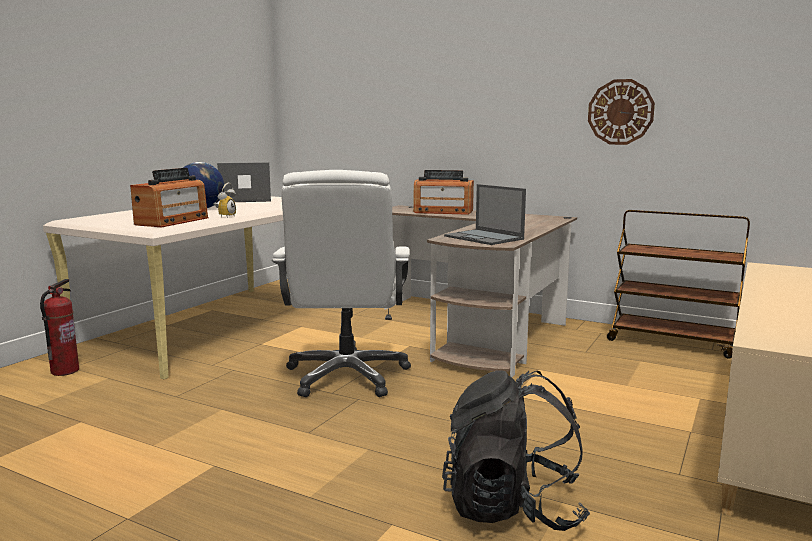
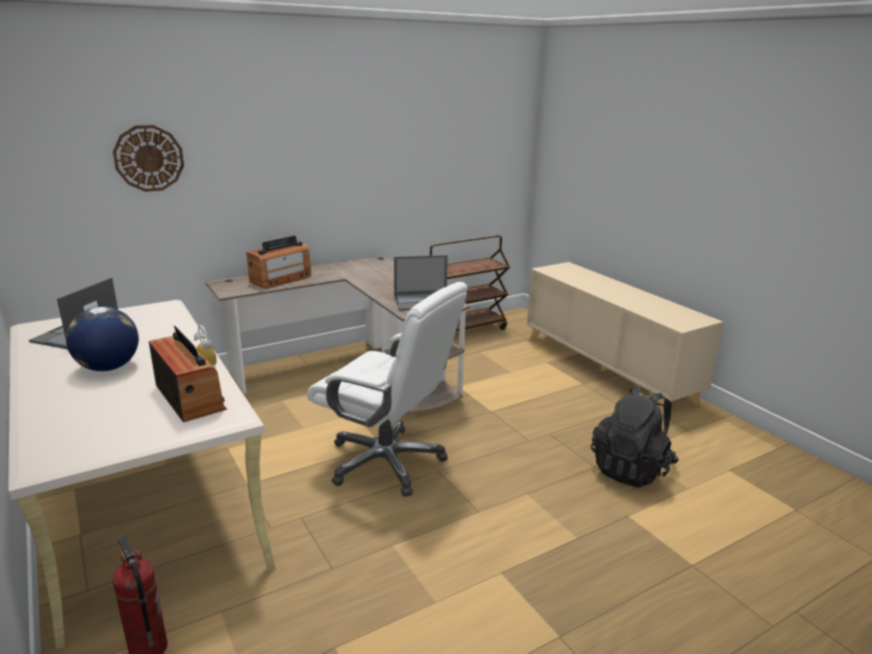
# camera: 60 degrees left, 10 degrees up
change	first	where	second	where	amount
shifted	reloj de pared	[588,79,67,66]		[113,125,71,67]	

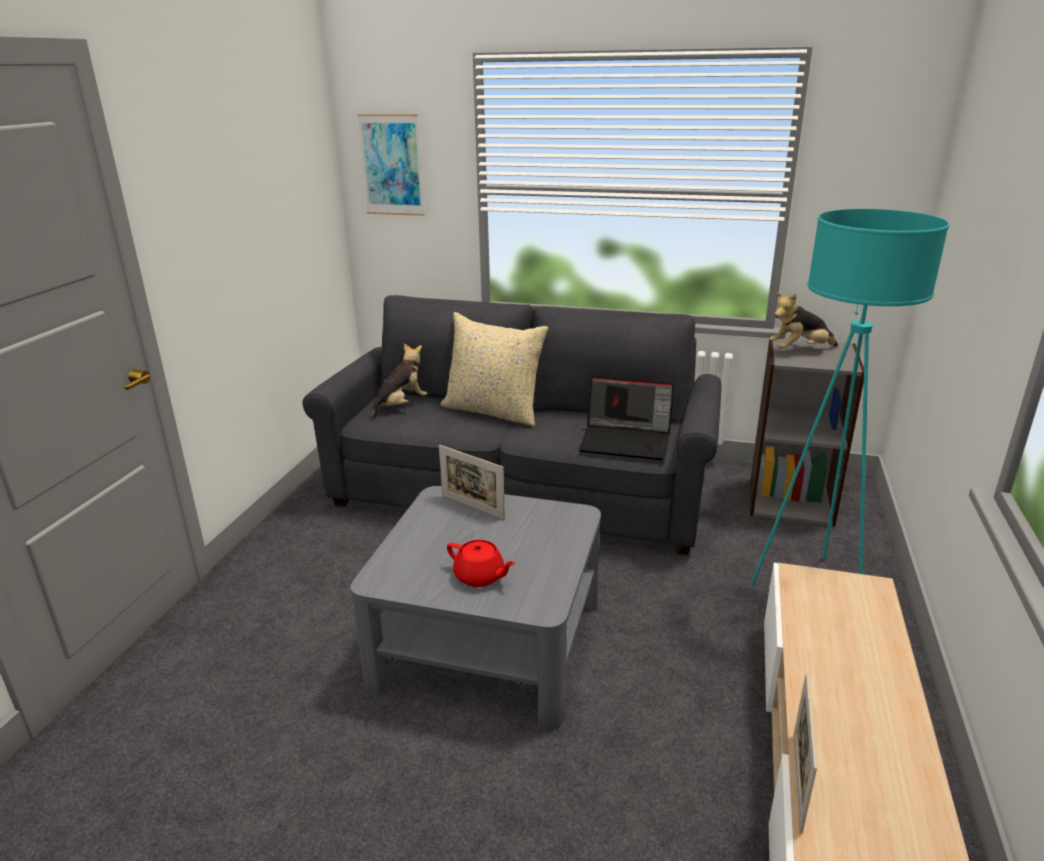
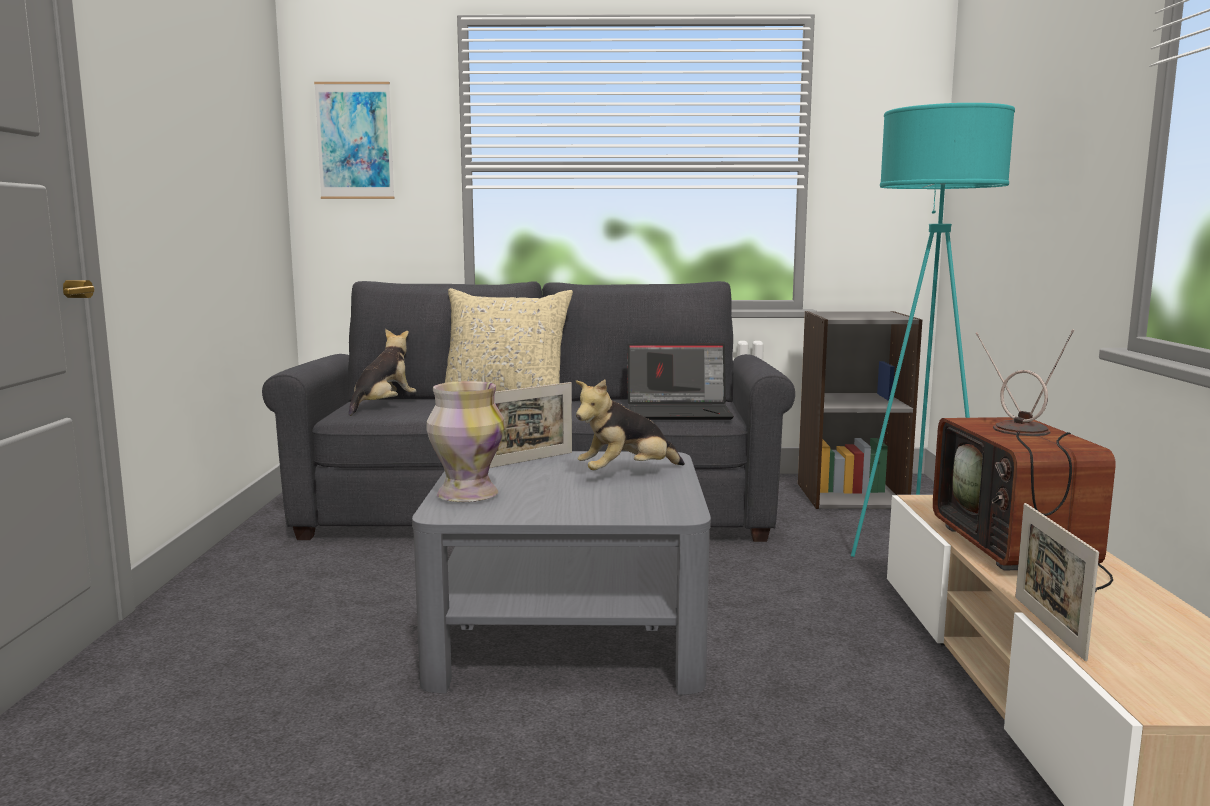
# camera: 15 degrees left, 15 degrees down
change	first	where	second	where	amount
new			florero	[426,381,79,121]	
rotated	portarretratos	[439,445,66,74]		[490,382,82,86]	60 degrees counterclockwise
shifted	peluche	[769,292,69,56]		[576,380,109,90]	
new			televisor	[933,329,183,263]	
gone	tetera (rojo)	[447,540,68,47]			

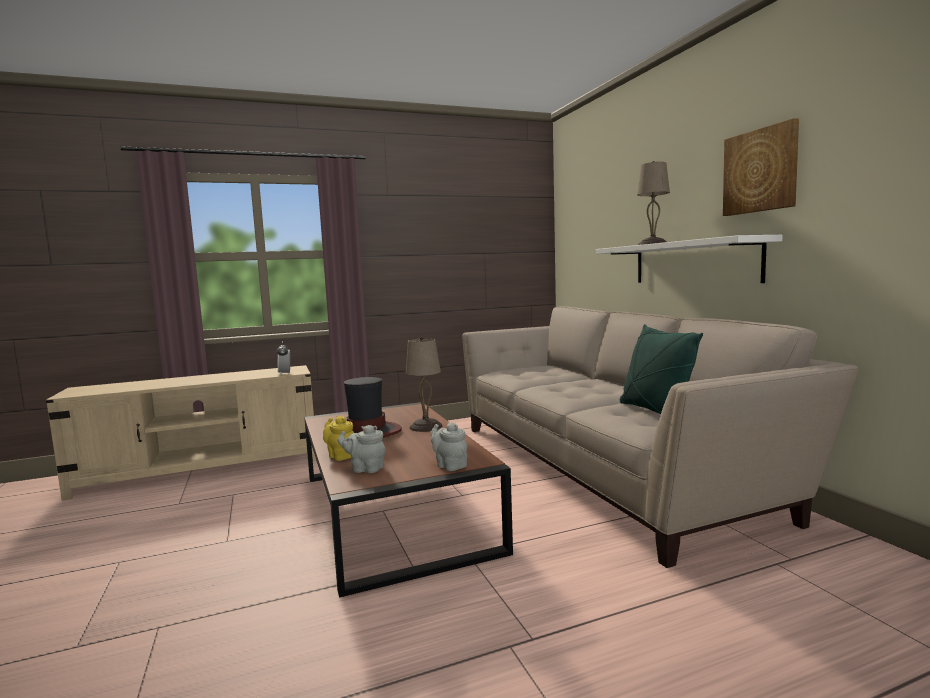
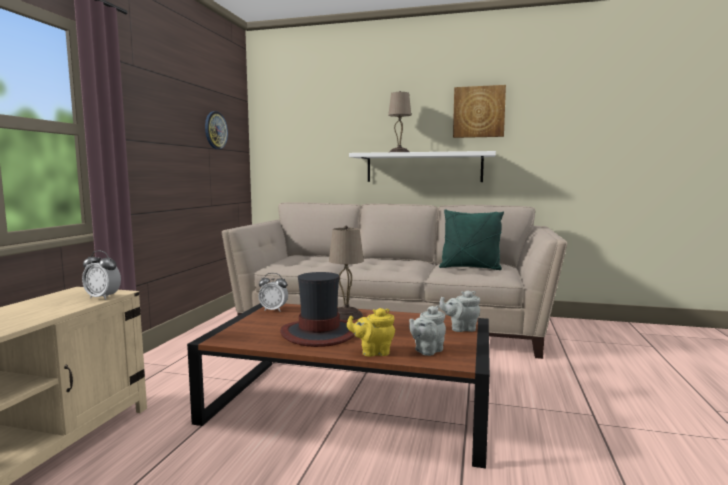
# camera: 55 degrees left, 0 degrees up
change	first	where	second	where	amount
new			reloj de pared	[205,111,23,38]	
new			despertador	[258,273,30,39]	

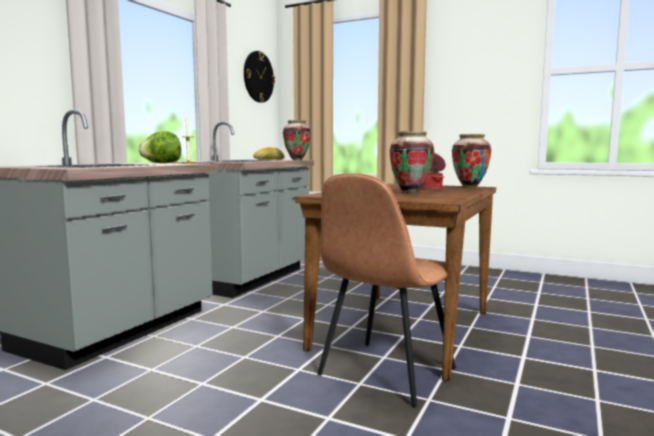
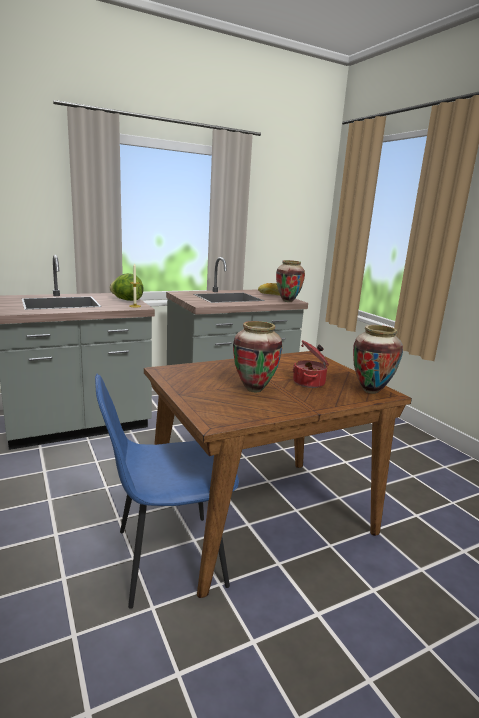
# camera: 35 degrees right, 10 degrees up
change	first	where	second	where	amount
repainted	silla (marrón)	[318,173,138,234]	silla (azul)	[95,374,144,235]	
gone	reloj de pared	[244,51,31,52]			

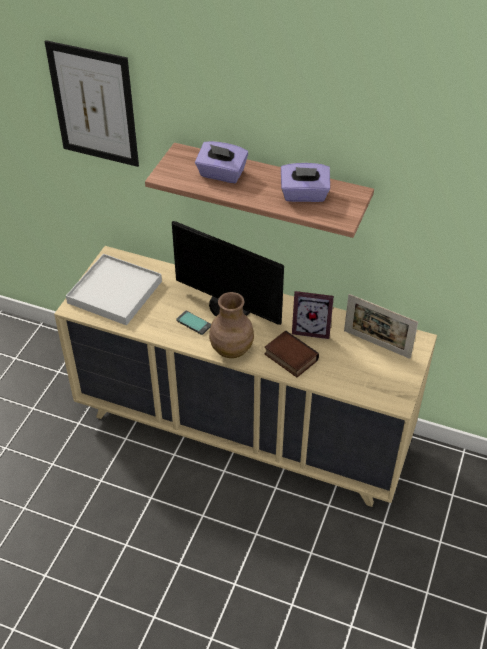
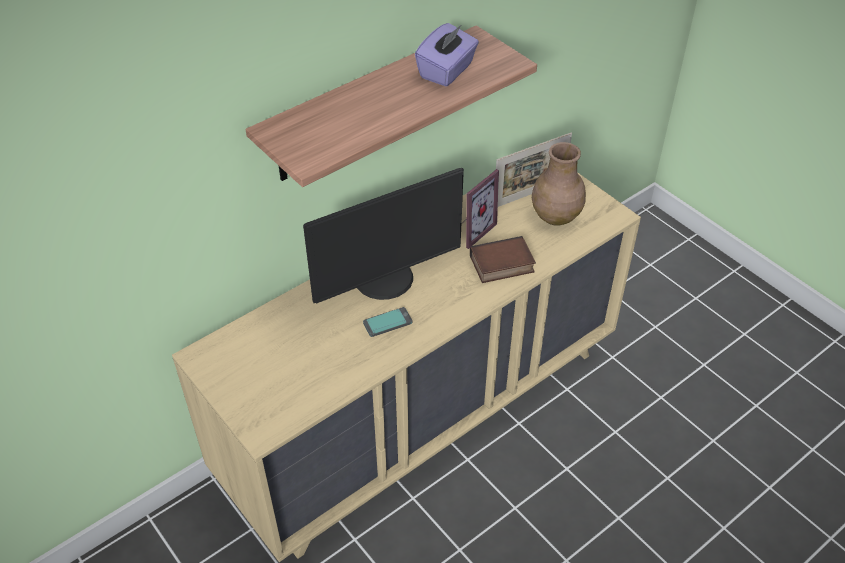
# camera: 60 degrees left, 0 degrees up
change	first	where	second	where	amount
shifted	florero (marrón)	[209,292,45,66]		[532,142,54,84]	
gone	cuadro	[45,40,94,127]			
gone	bandeja (blanco)	[66,254,96,72]			
gone	caja de pañuelos (morado)	[195,141,53,42]			

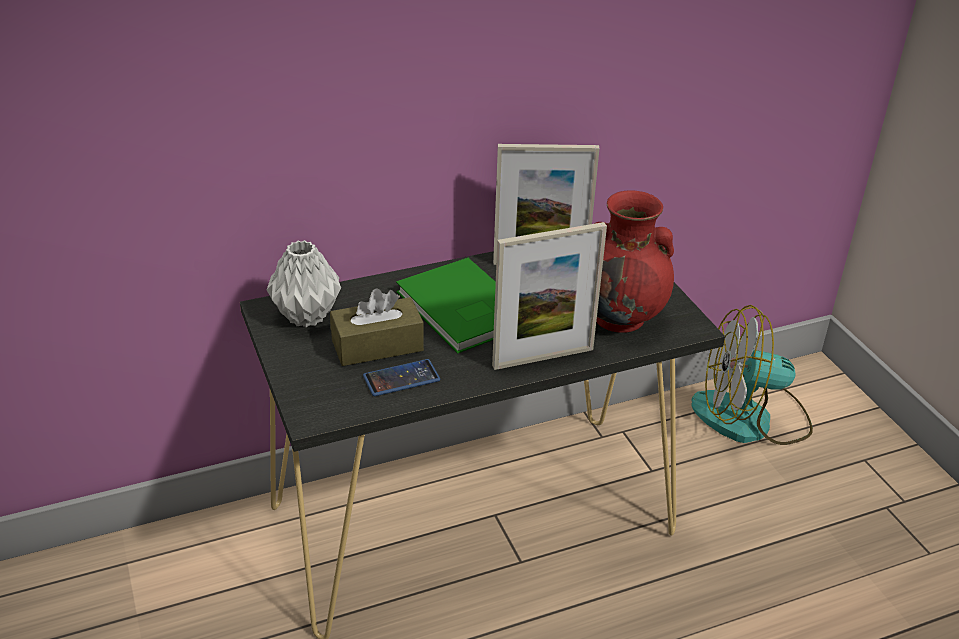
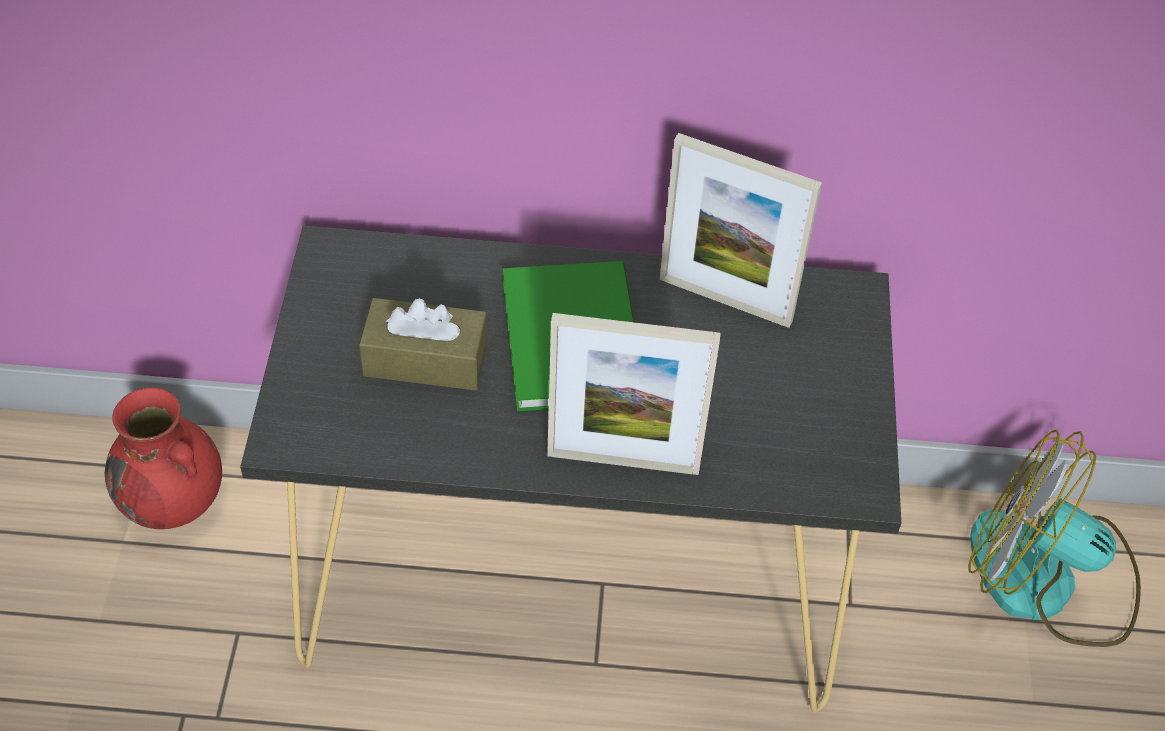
# camera: 25 degrees right, 15 degrees up
change	first	where	second	where	amount
shifted	florero (rojo)	[594,190,80,143]		[105,387,117,142]	
gone	florero (gris)	[267,240,74,87]			
gone	móvil	[363,359,78,37]			

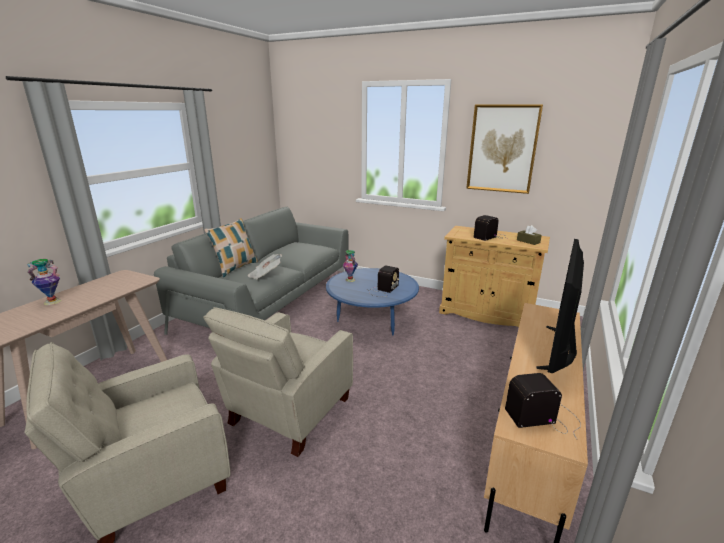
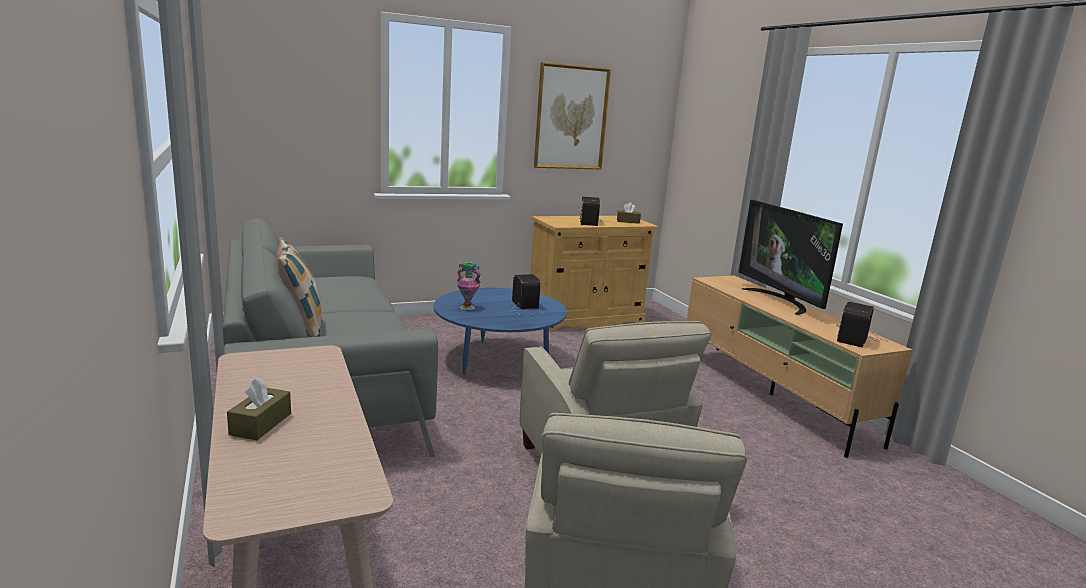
# camera: 50 degrees left, 5 degrees down
change	first	where	second	where	amount
swapped	florero	[27,259,35,46]	caja de pañuelos (marrón)	[227,377,64,63]	
gone	periódico	[248,254,34,25]			

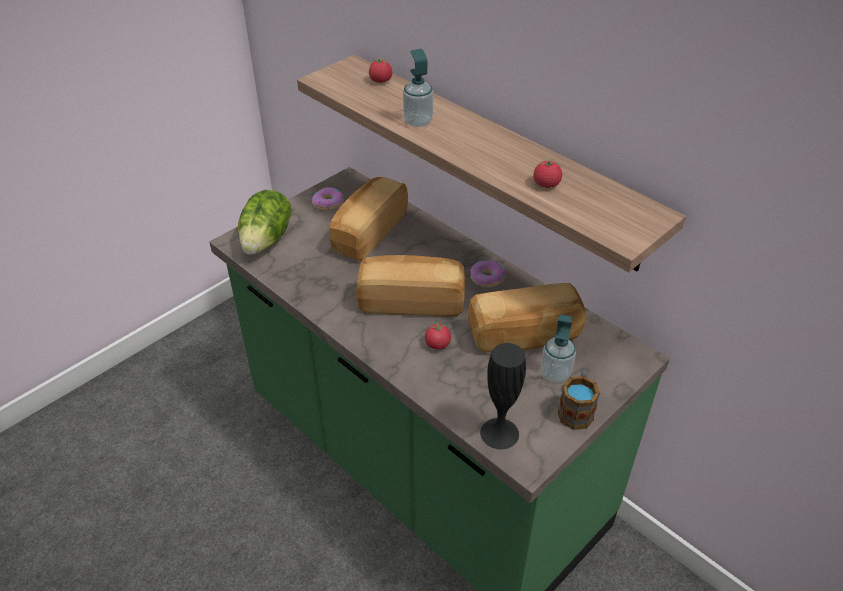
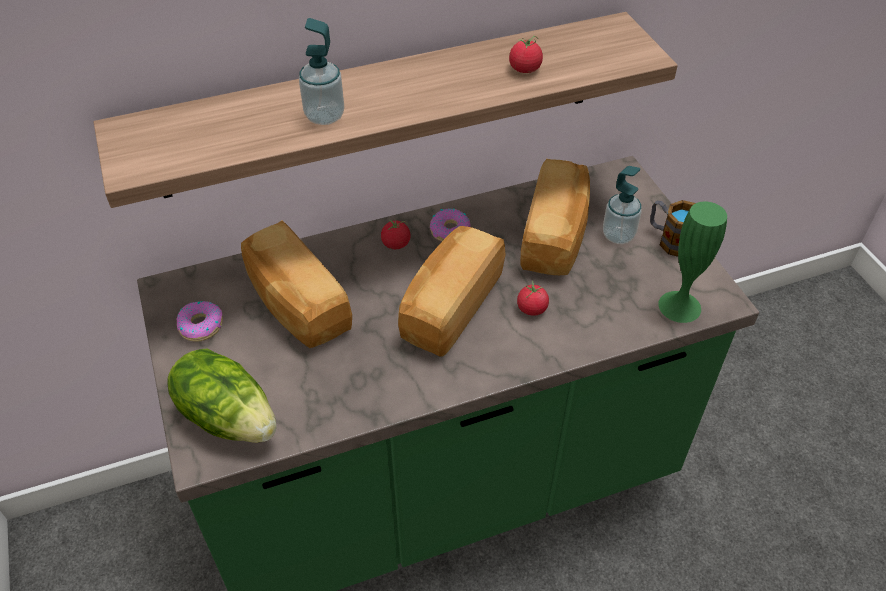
# camera: 65 degrees left, 5 degrees up
change	first	where	second	where	amount
shifted	tomate	[369,57,23,26]		[381,220,29,29]	
repainted	florero (negro)	[480,343,46,106]	florero (verde)	[658,201,69,122]	

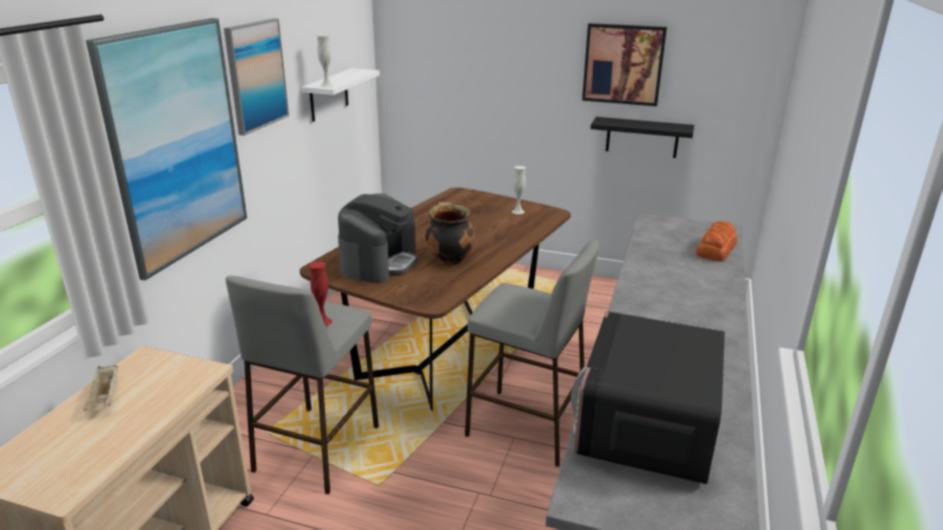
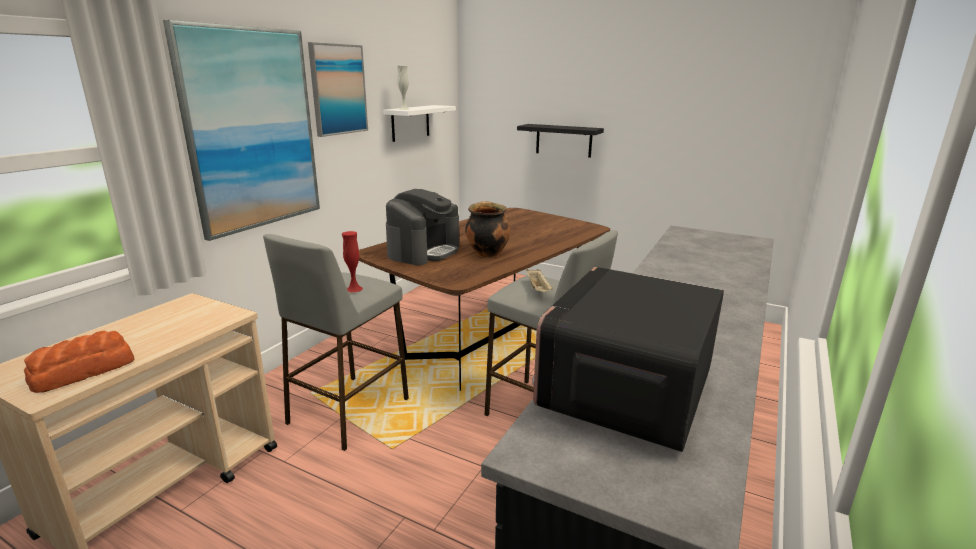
# camera: 10 degrees right, 5 degrees down
change	first	where	second	where	amount
shifted	pan	[696,221,41,40]		[24,331,110,62]	
shifted	estante (negro)	[591,117,103,41]		[517,124,87,34]	
shifted	bandeja (beis)	[83,365,35,46]		[526,269,27,23]	
gone	florero (blanco)	[512,166,14,48]			
gone	cuadro	[582,23,85,83]			

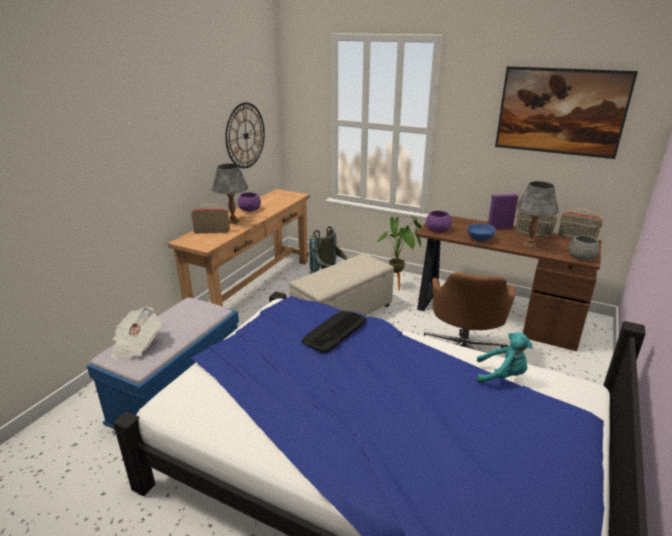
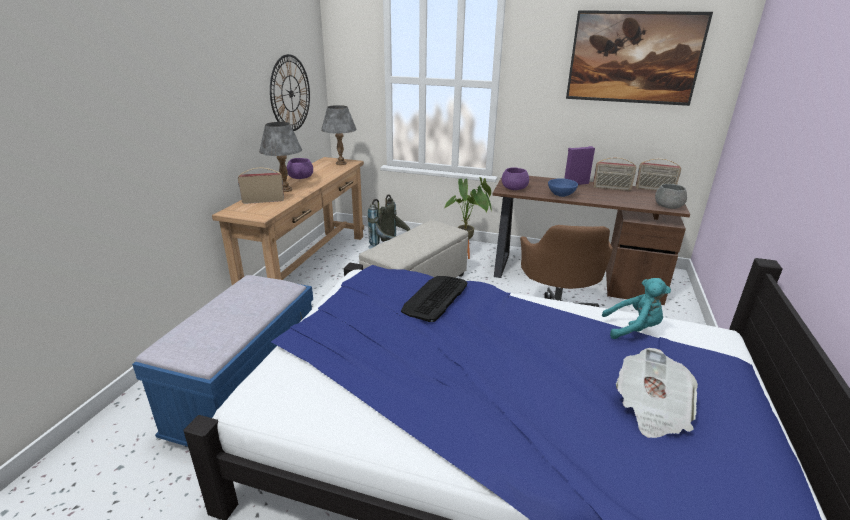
# camera: 10 degrees left, 0 degrees up
change	first	where	second	where	amount
shifted	lámpara de mesa (gris)	[516,181,43,67]		[321,105,36,60]	
shifted	periódico	[110,307,52,52]		[616,348,82,90]	

